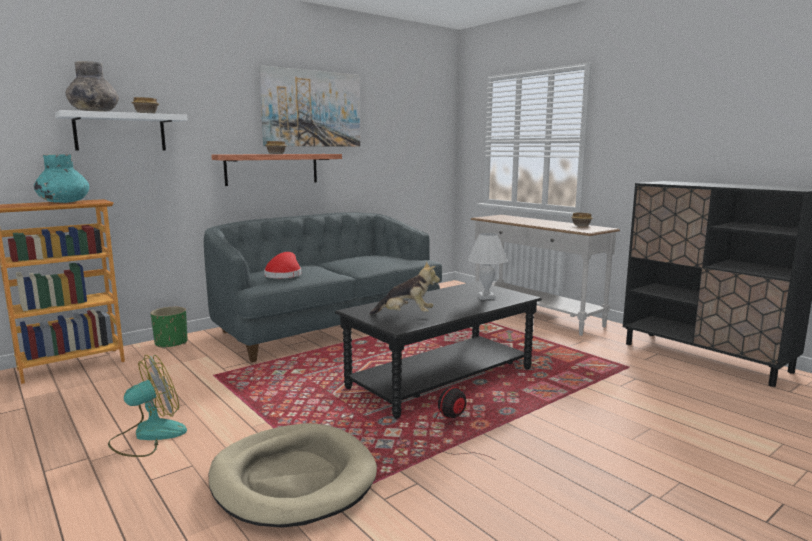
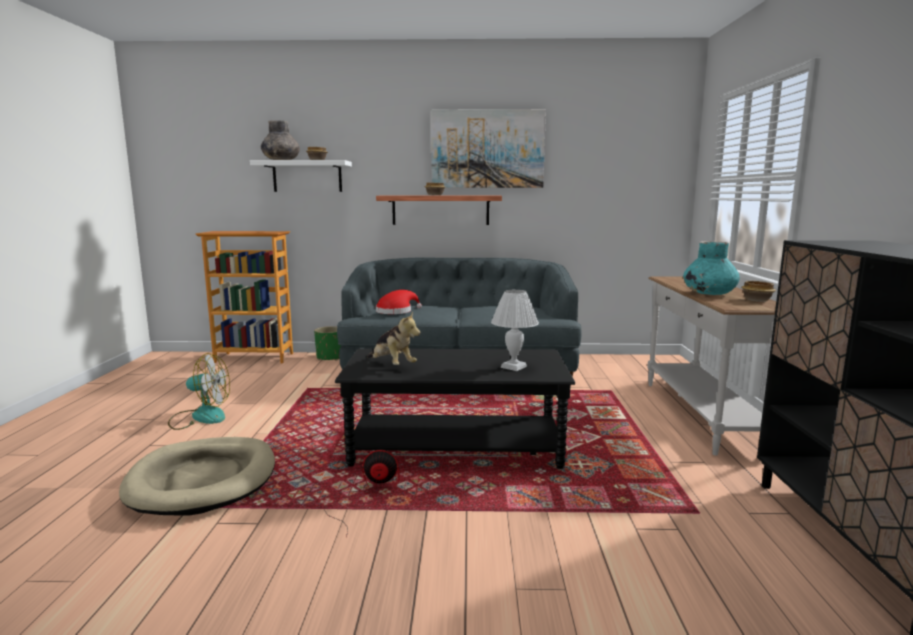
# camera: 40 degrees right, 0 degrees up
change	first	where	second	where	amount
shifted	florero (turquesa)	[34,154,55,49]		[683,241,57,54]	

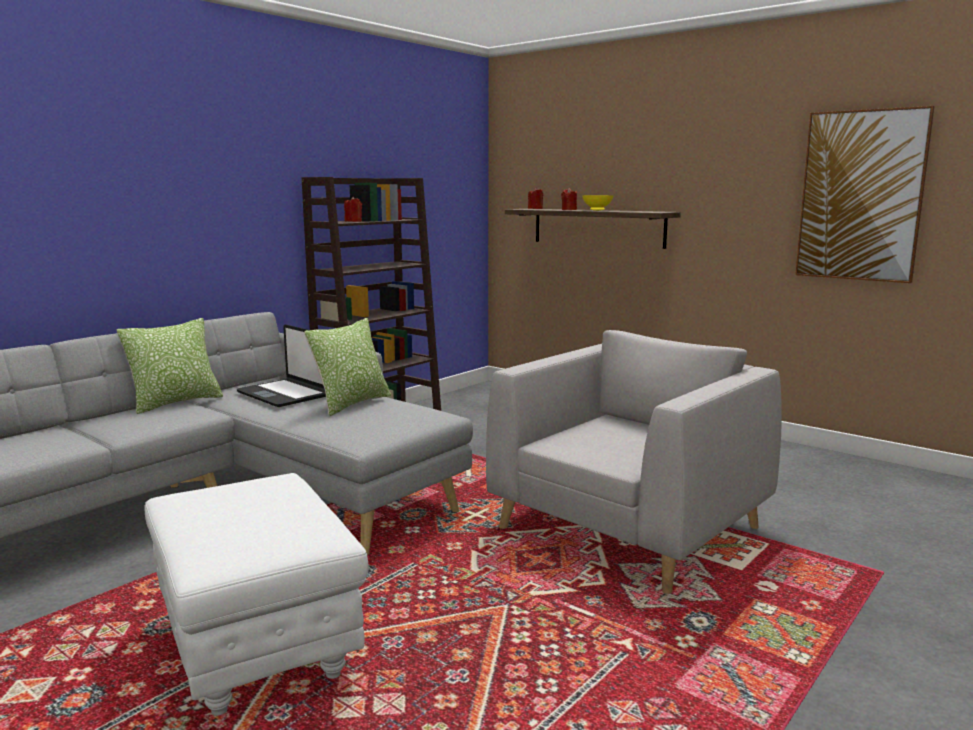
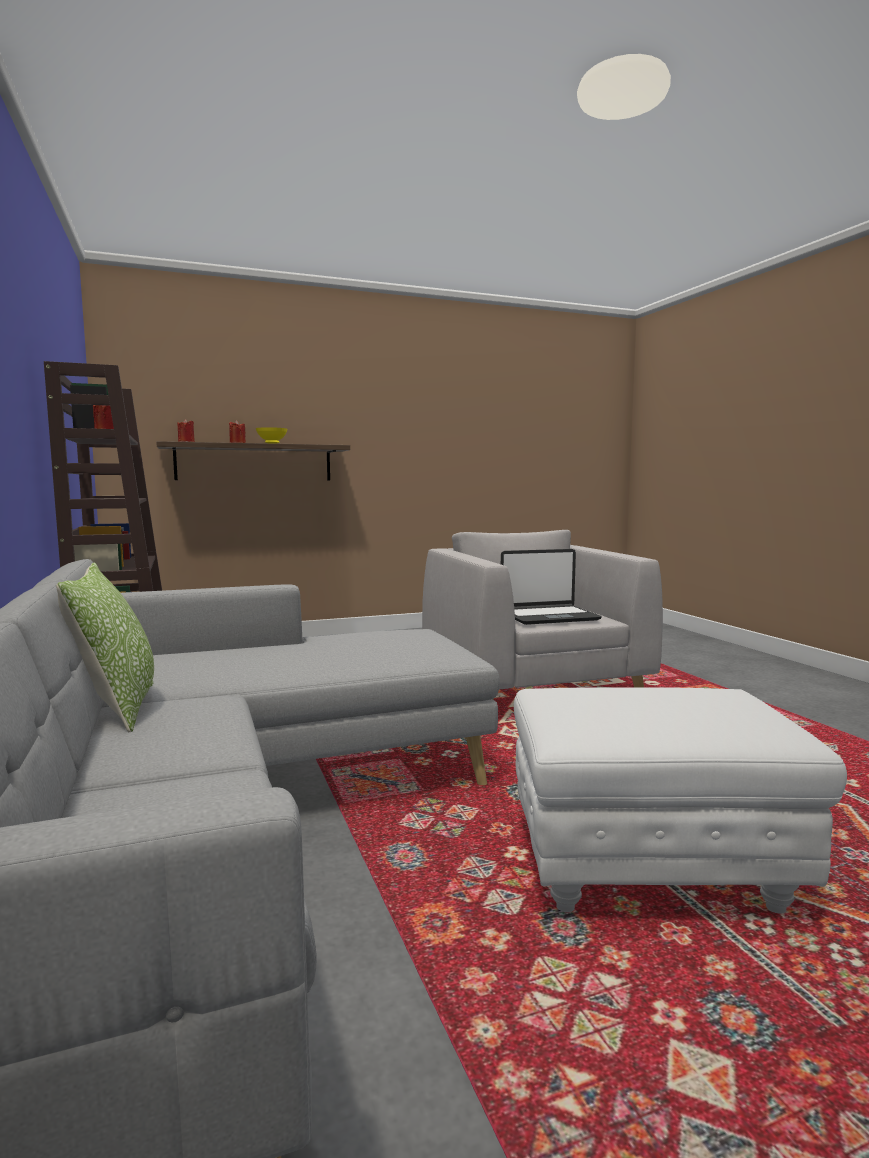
# camera: 60 degrees left, 5 degrees down
change	first	where	second	where	amount
shifted	portátil	[237,324,89,83]		[501,549,101,76]	
gone	cojín	[304,318,87,98]			
gone	cuadro	[795,106,139,177]			

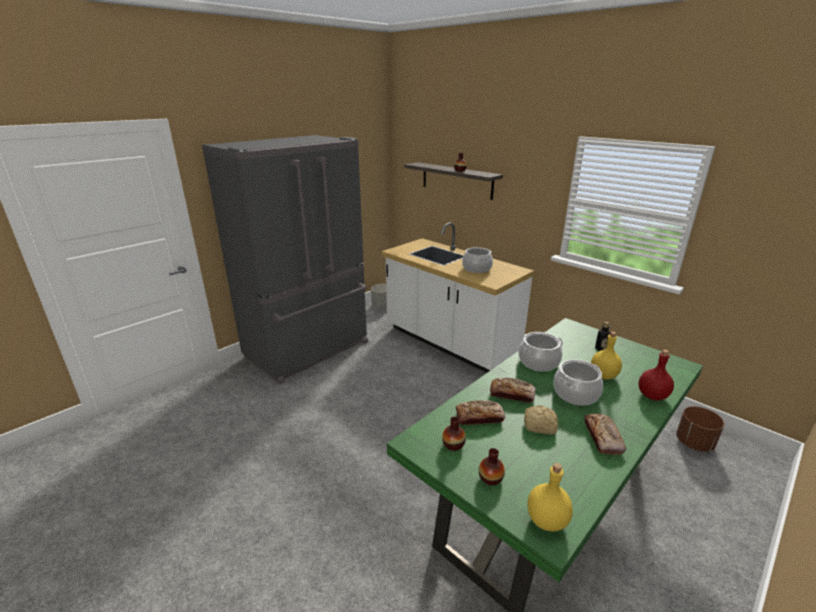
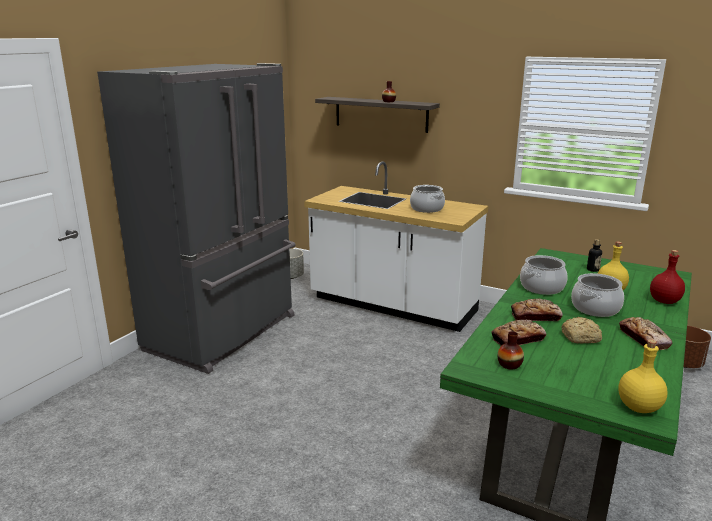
# camera: 15 degrees left, 5 degrees down
change	first	where	second	where	amount
gone	florero	[479,448,26,37]			

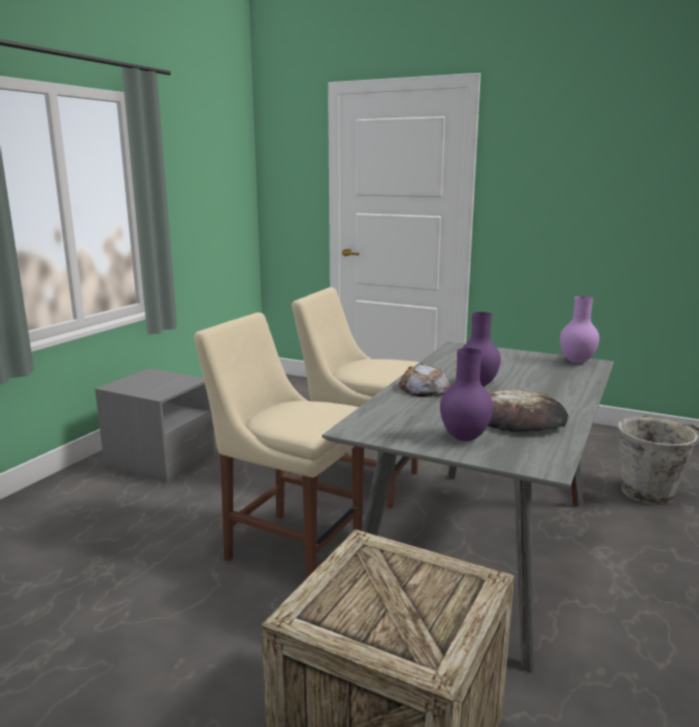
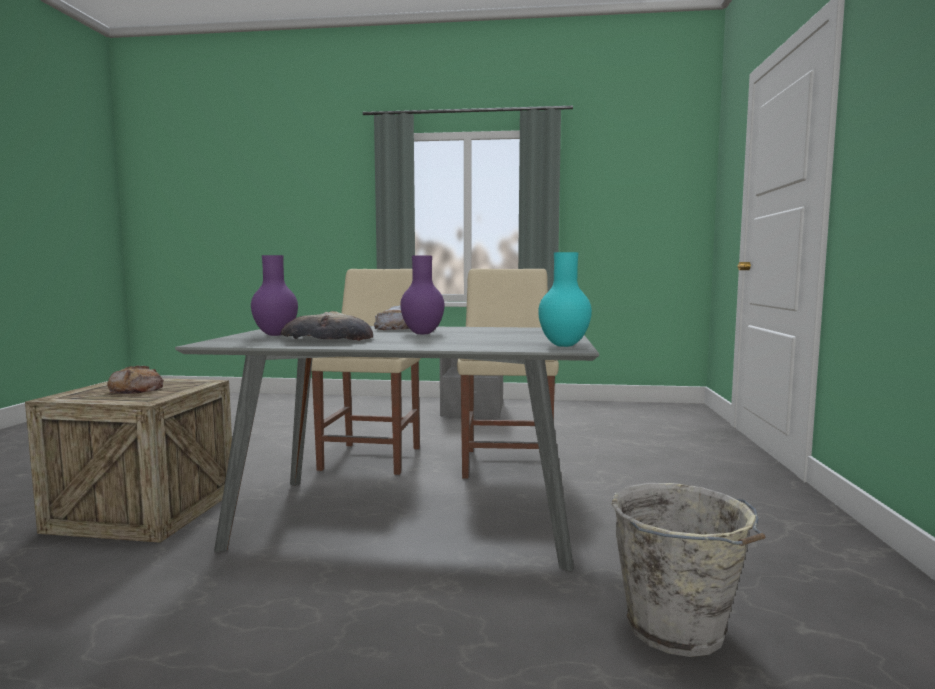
# camera: 70 degrees right, 10 degrees down
change	first	where	second	where	amount
new			pan	[107,366,57,28]	
repainted	florero (morado)	[560,296,40,68]	florero (turquesa)	[538,252,54,95]	

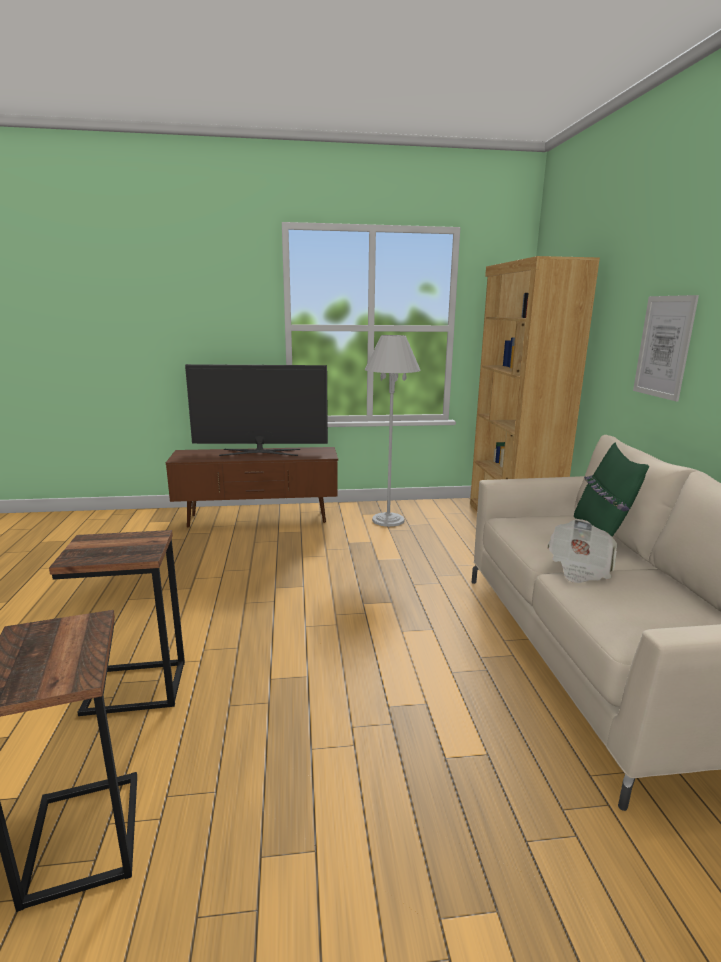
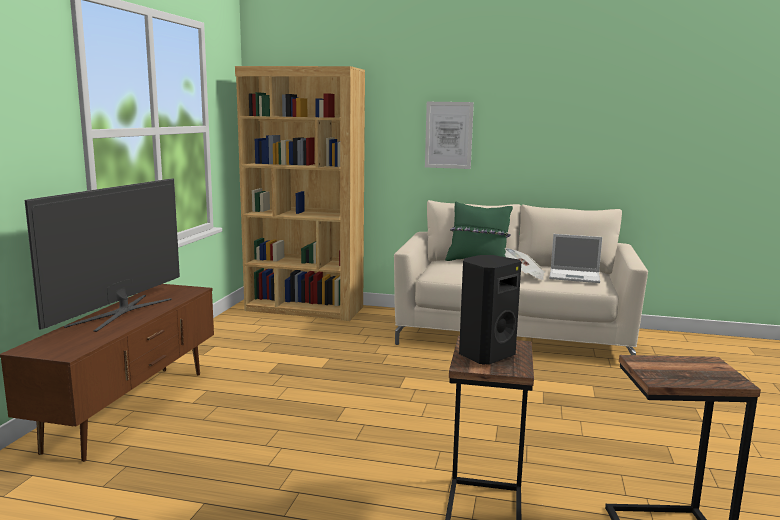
# camera: 70 degrees left, 5 degrees down
change	first	where	second	where	amount
new			altavoz (negro)	[459,255,62,110]	
new			portátil	[549,234,53,49]	
gone	lámpara de pie (blanco)	[364,335,57,192]			

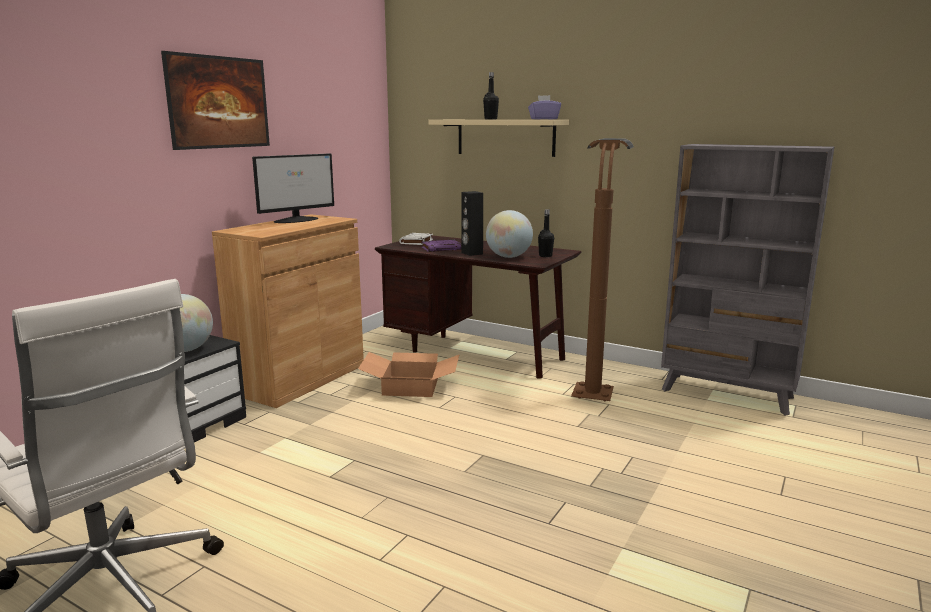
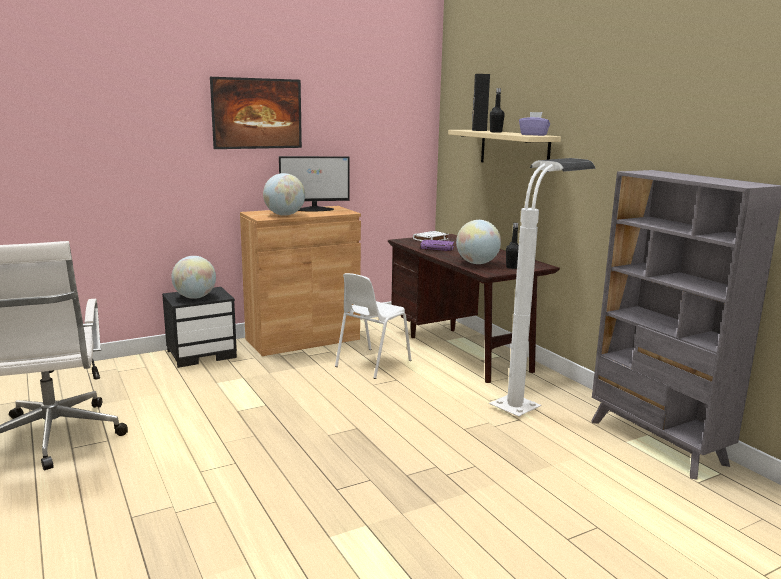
# camera: 30 degrees right, 0 degrees up
change	first	where	second	where	amount
new			globo terráqueo	[263,173,42,43]	
swapped	caja de cartón	[358,352,102,45]	silla (blanco)	[335,273,76,106]	
shifted	altavoz (negro)	[461,191,22,65]		[472,74,18,57]	
repainted	lámpara de pie (marrón)	[571,138,63,264]	lámpara de pie (blanco)	[489,158,107,259]	

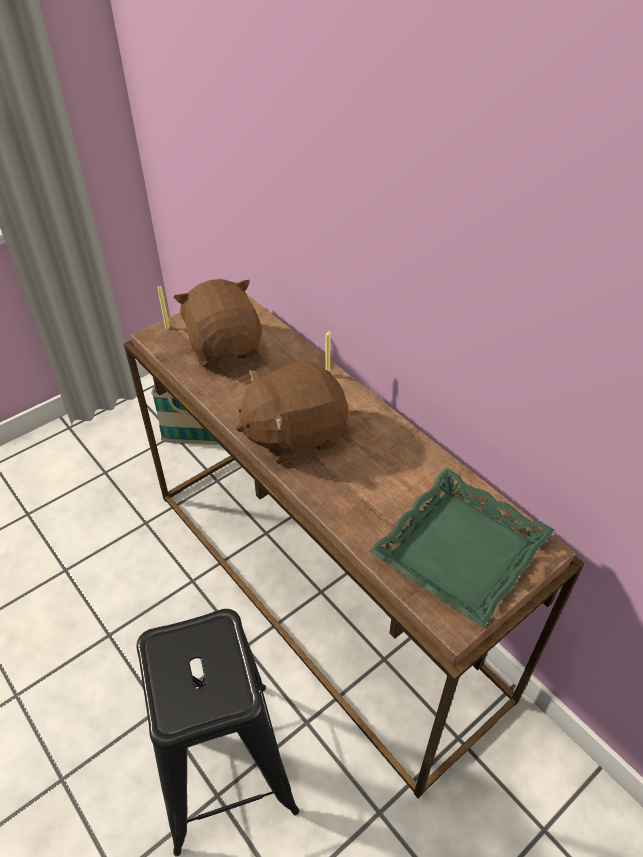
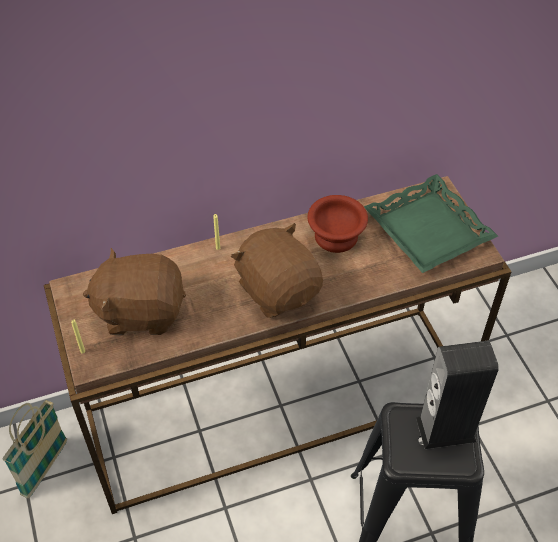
# camera: 70 degrees left, 5 degrees up
change	first	where	second	where	amount
rotated	peluche (marrón)	[235,361,113,103]		[231,223,92,95]	150 degrees clockwise
new			cuenco (marrón)	[308,195,60,58]	
new			altavoz	[416,340,83,109]	

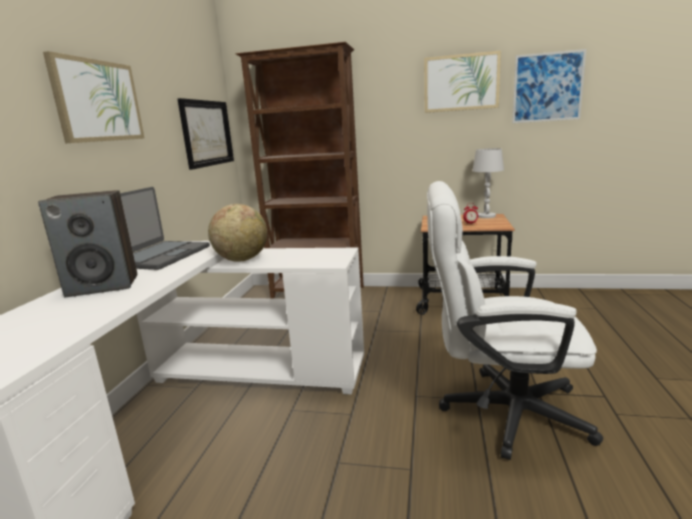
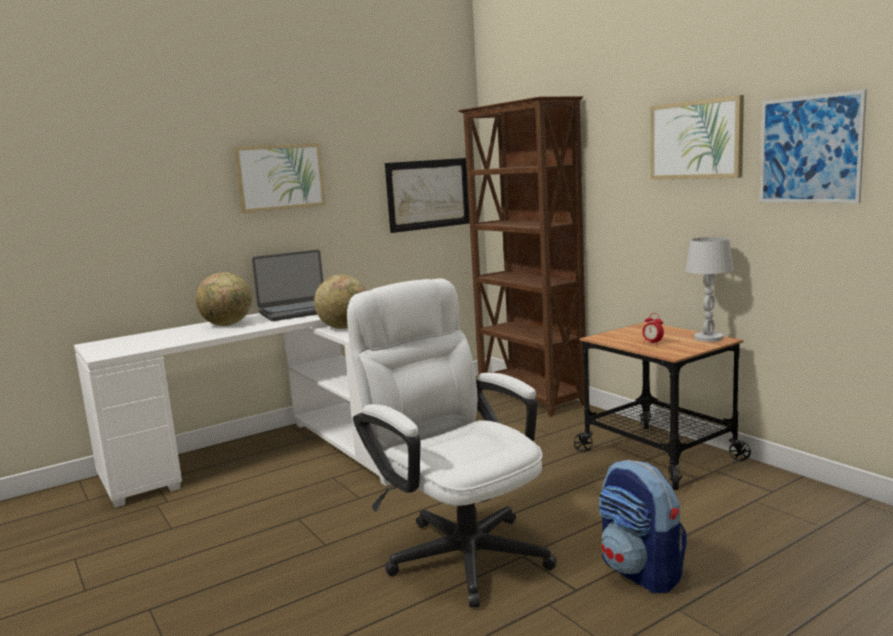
# camera: 45 degrees right, 5 degrees down
change	first	where	second	where	amount
swapped	altavoz	[38,190,99,107]	globo terráqueo	[196,272,56,54]	
new			mochila	[599,460,88,133]	

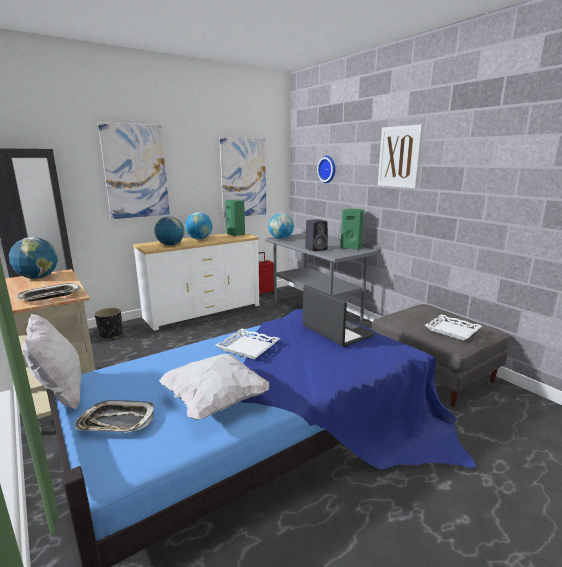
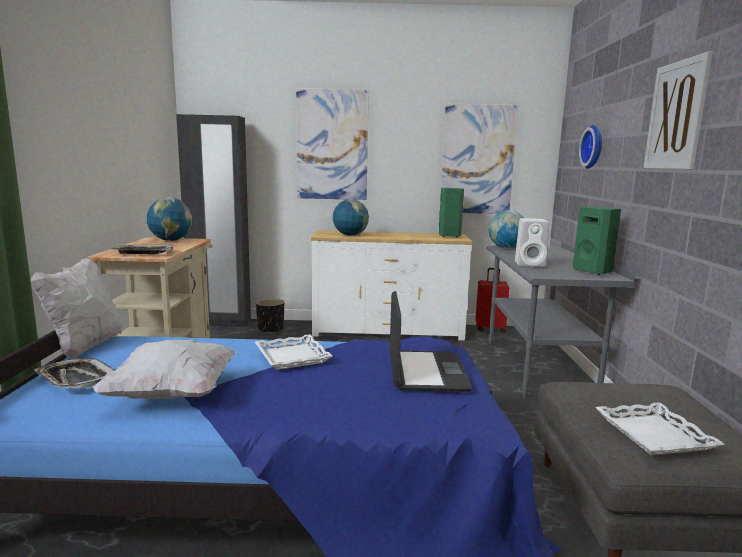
# camera: 35 degrees right, 5 degrees down
change	first	where	second	where	amount
repainted	altavoz (negro)	[305,219,23,32]	altavoz (blanco)	[515,218,34,49]	
gone	globo terráqueo	[185,212,27,28]			

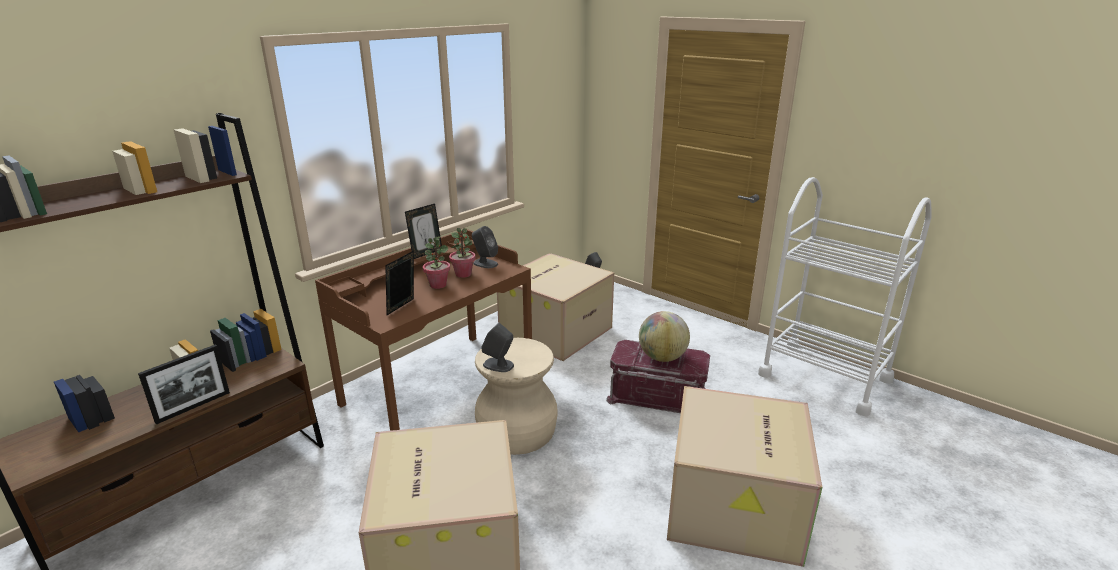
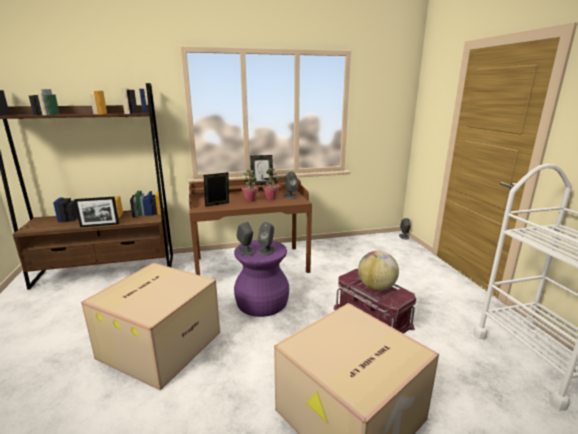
# camera: 35 degrees right, 5 degrees down
change	first	where	second	where	amount
repainted	taburete (beis)	[475,338,83,117]	taburete (morado)	[234,240,55,77]	
new			altavoz (gris)	[258,222,17,34]	
gone	caja de cartón	[497,253,117,108]			

